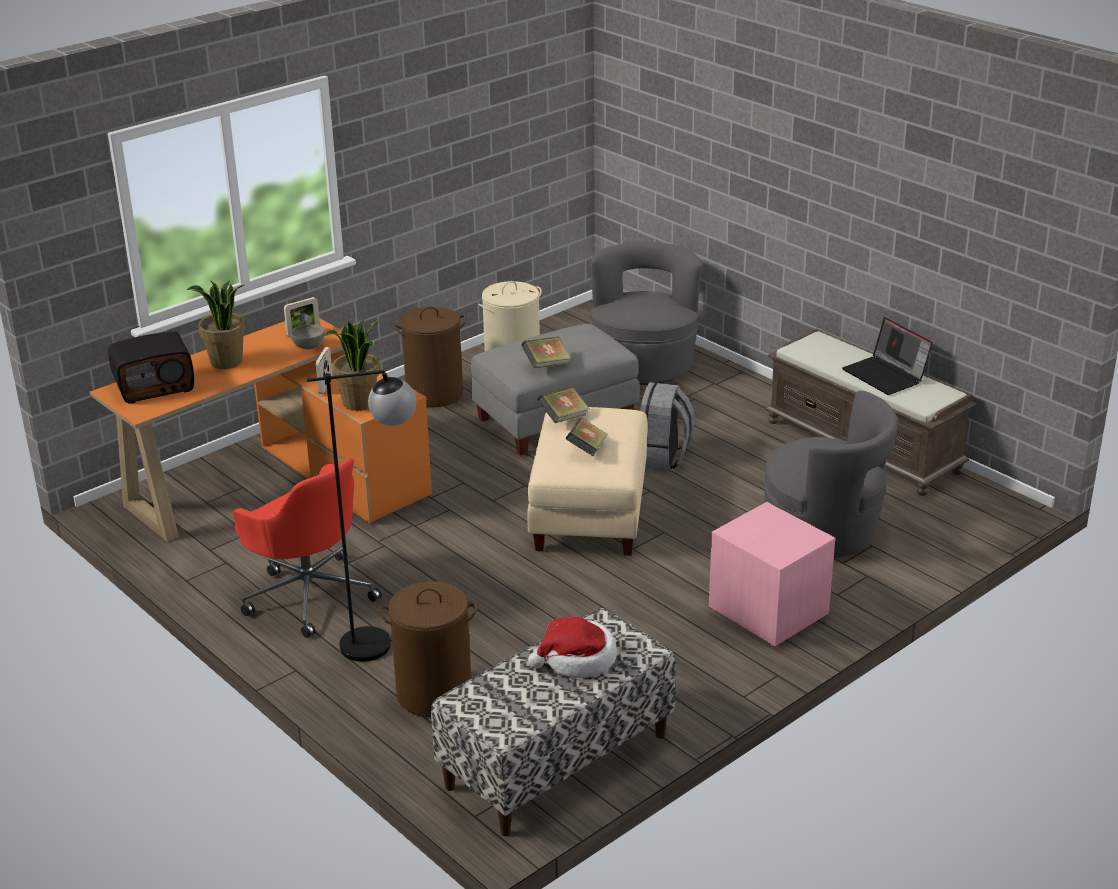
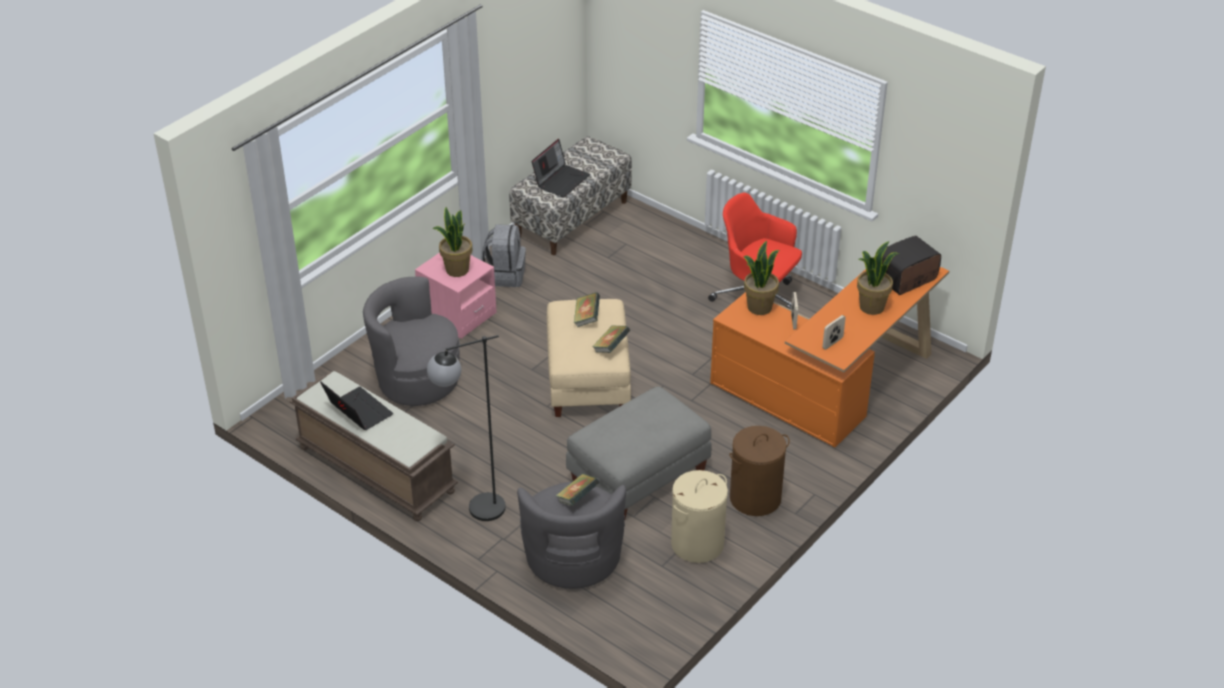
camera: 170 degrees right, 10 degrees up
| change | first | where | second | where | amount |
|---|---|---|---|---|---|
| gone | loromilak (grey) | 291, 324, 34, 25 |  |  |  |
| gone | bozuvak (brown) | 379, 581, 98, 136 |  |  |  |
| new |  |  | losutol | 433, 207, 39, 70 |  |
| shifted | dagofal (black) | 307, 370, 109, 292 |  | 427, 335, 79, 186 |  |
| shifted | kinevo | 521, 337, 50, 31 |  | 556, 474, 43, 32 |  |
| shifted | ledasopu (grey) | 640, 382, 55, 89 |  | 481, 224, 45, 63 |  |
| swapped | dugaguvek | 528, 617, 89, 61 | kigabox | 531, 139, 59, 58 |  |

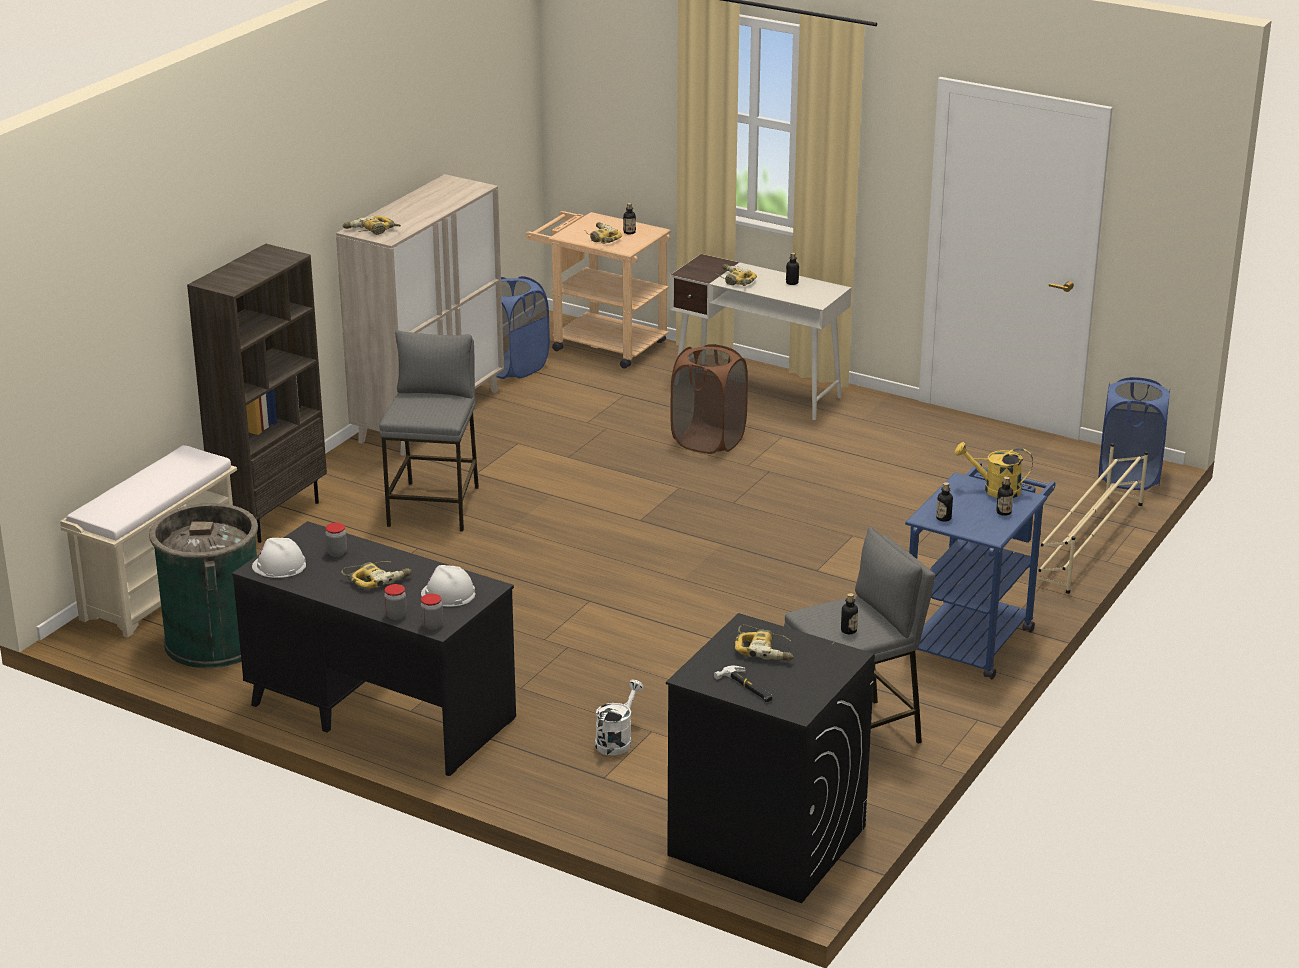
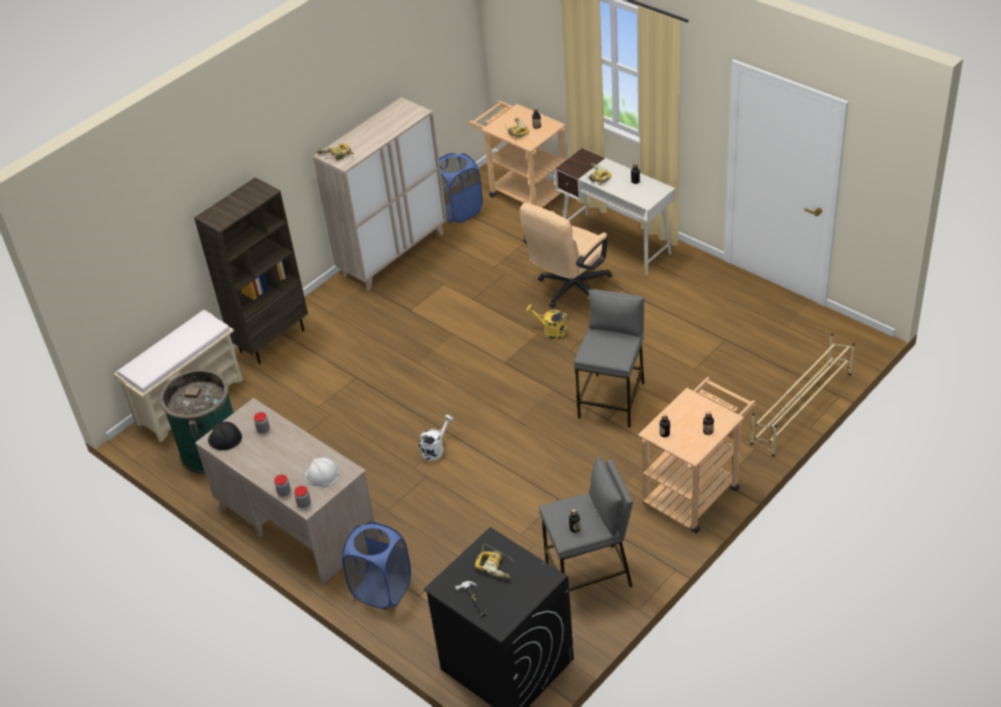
camera: 15 degrees right, 15 degrees up
| change | first | where | second | where | amount |
|---|---|---|---|---|---|
| gone | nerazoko | 341, 561, 71, 28 |  |  |  |
| shifted | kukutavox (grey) | 379, 330, 100, 202 |  | 574, 289, 70, 139 |  |
| shifted | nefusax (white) | 595, 680, 49, 75 |  | 418, 415, 35, 46 |  |
| shifted | nefusax (yellow) | 954, 442, 79, 56 |  | 526, 304, 43, 35 |  |
| shifted | bozuvak (blue) | 1098, 377, 72, 113 |  | 342, 522, 69, 87 |  |
| swapped | bozuvak (brown) | 671, 344, 77, 110 | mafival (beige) | 520, 203, 93, 105 |  |
| repainted | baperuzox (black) | 232, 521, 284, 255 | baperuzox (beige) | 195, 398, 180, 187 |  |
| repainted | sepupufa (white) | 252, 538, 54, 40 | sepupufa (black) | 208, 422, 34, 28 |  |
| repainted | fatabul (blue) | 905, 462, 151, 217 | fatabul (beige) | 638, 377, 118, 156 |  |

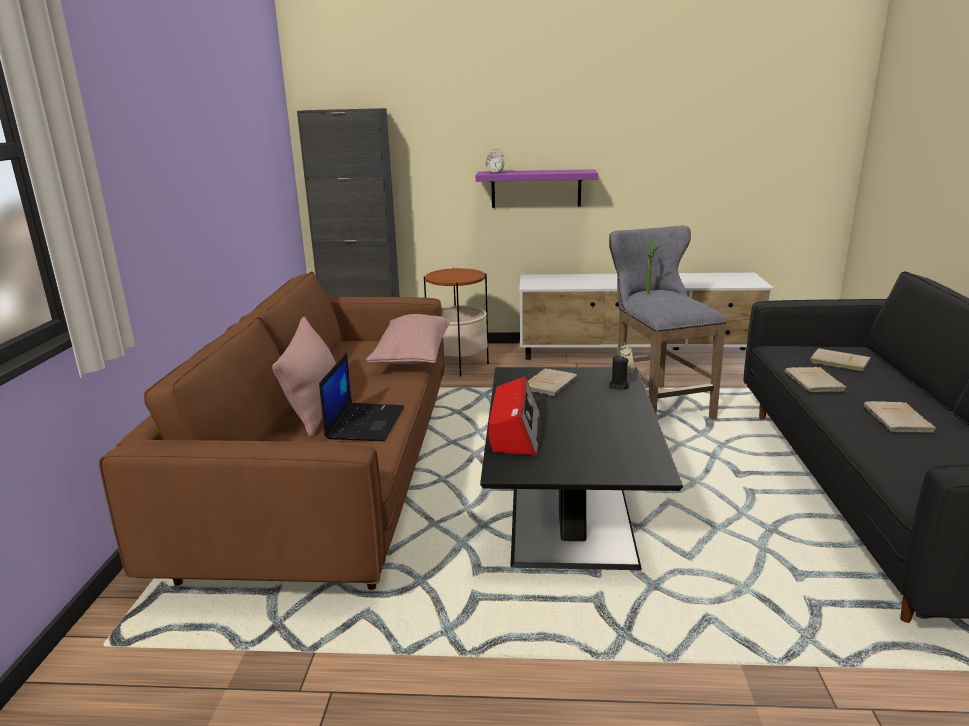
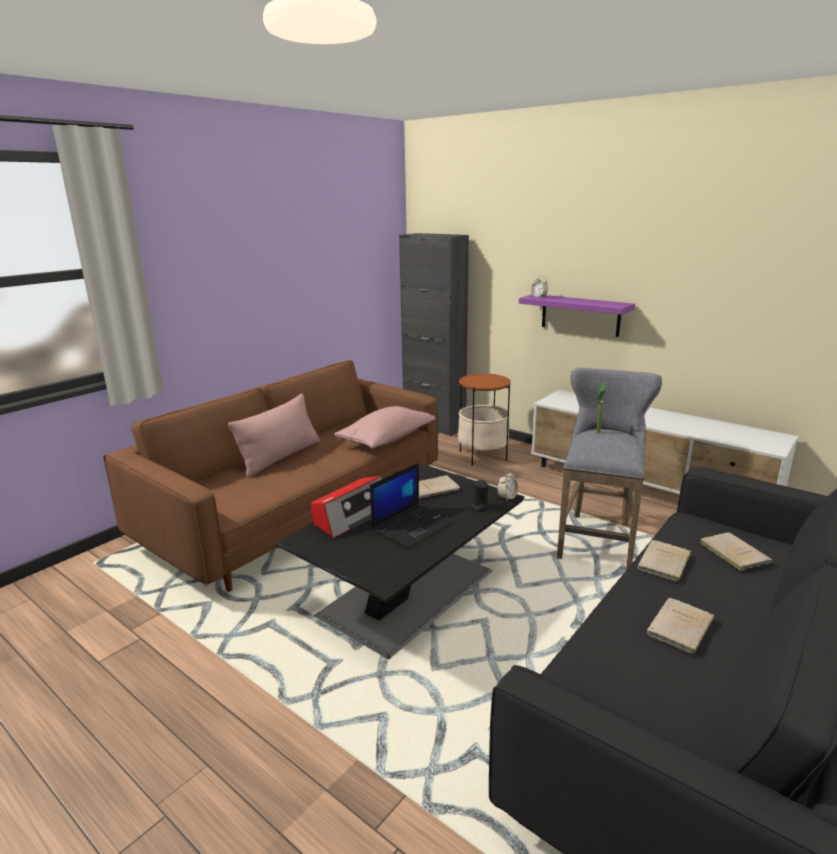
camera: 35 degrees right, 0 degrees up
| change | first | where | second | where | amount |
|---|---|---|---|---|---|
| shifted | kigabox | 319, 353, 85, 88 |  | 370, 463, 85, 86 |  |

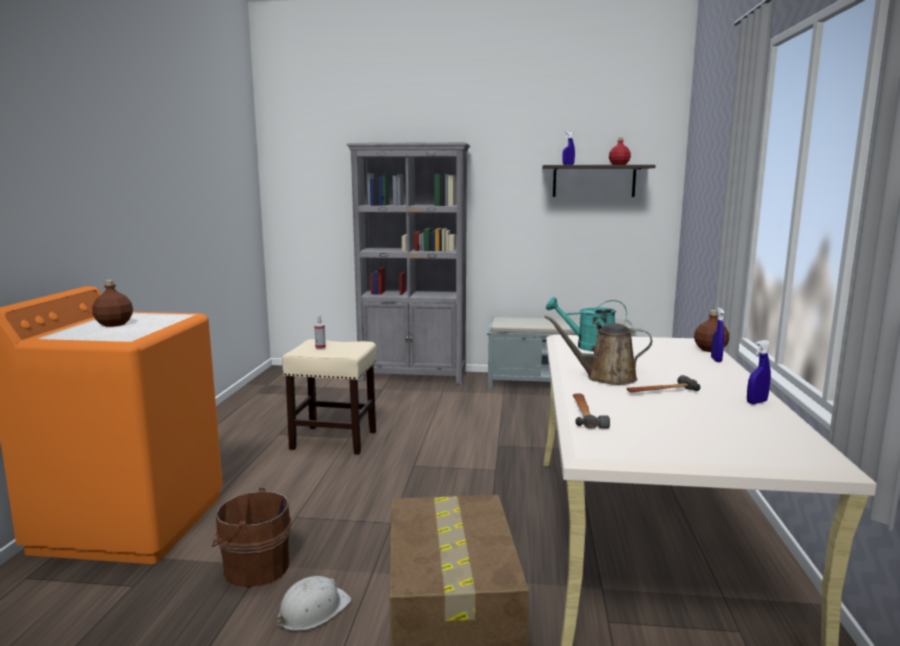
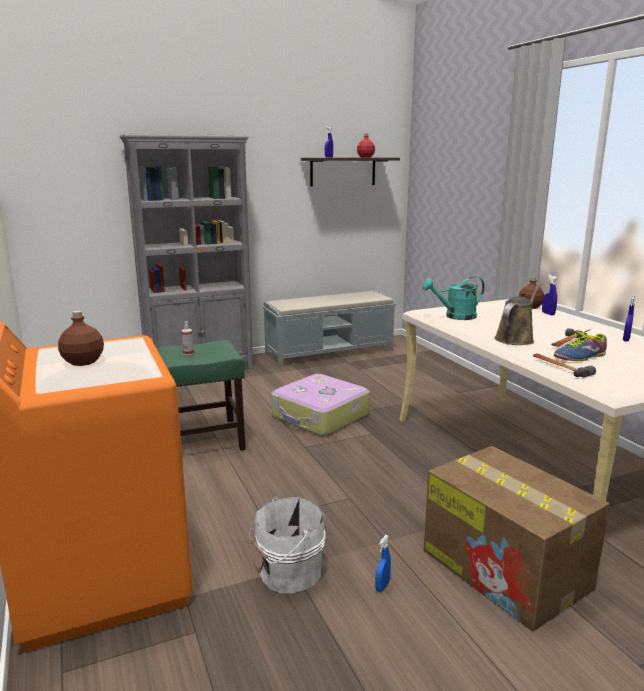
camera: 30 degrees left, 5 degrees up
| change | first | where | second | where | amount |
|---|---|---|---|---|---|
| new |  |  | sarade | 271, 374, 99, 62 |  |
| new |  |  | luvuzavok | 554, 329, 53, 32 |  |
| swapped | sepupufa (white) | 277, 576, 74, 55 | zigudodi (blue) | 375, 535, 16, 57 |  |
| repainted | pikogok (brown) | 212, 488, 79, 99 | pikogok (white) | 249, 496, 76, 97 |  |
| repainted | kukutavox (beige) | 282, 339, 94, 116 | kukutavox (green) | 157, 340, 89, 110 |  |
| rotated | nefusax (brown) | 545, 315, 107, 70 |  | 494, 283, 47, 62 | 150 degrees clockwise |

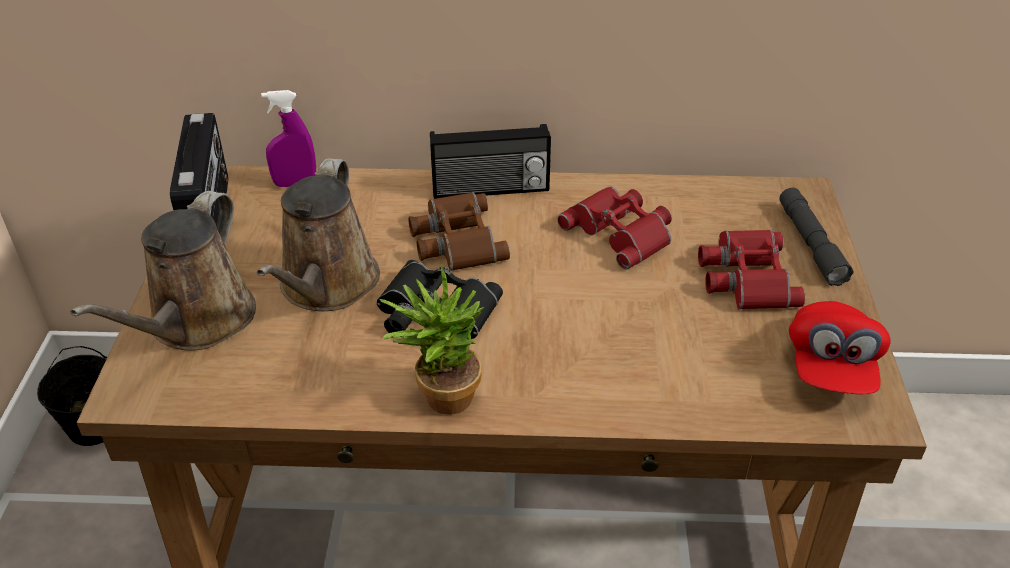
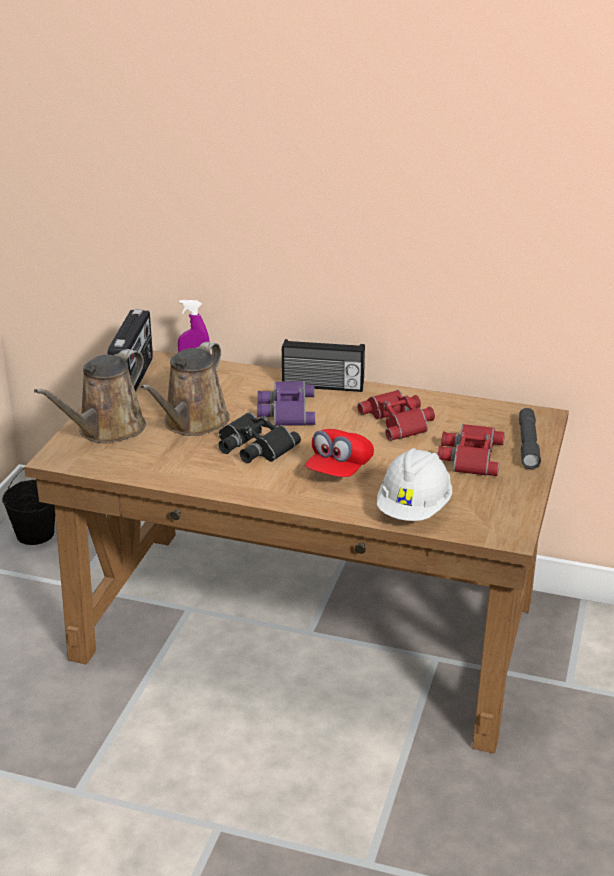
camera: 15 degrees right, 10 degrees down
| change | first | where | second | where | amount |
|---|---|---|---|---|---|
| gone | losutol | 380, 263, 104, 152 |  |  |  |
| new |  |  | sepupufa (white) | 377, 448, 75, 73 |  |
| shifted | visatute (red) | 789, 301, 102, 94 |  | 305, 429, 69, 48 |  |
| repainted | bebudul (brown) | 408, 192, 102, 79 | bebudul (purple) | 257, 381, 59, 45 |  |

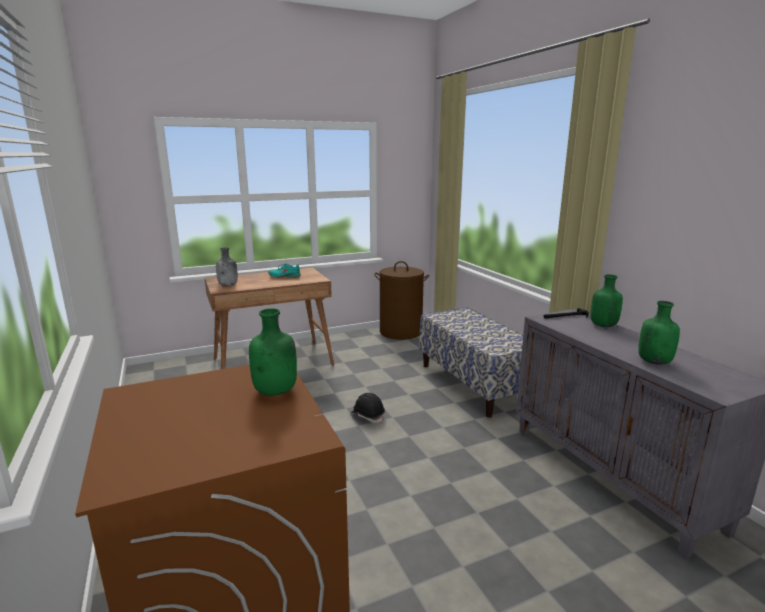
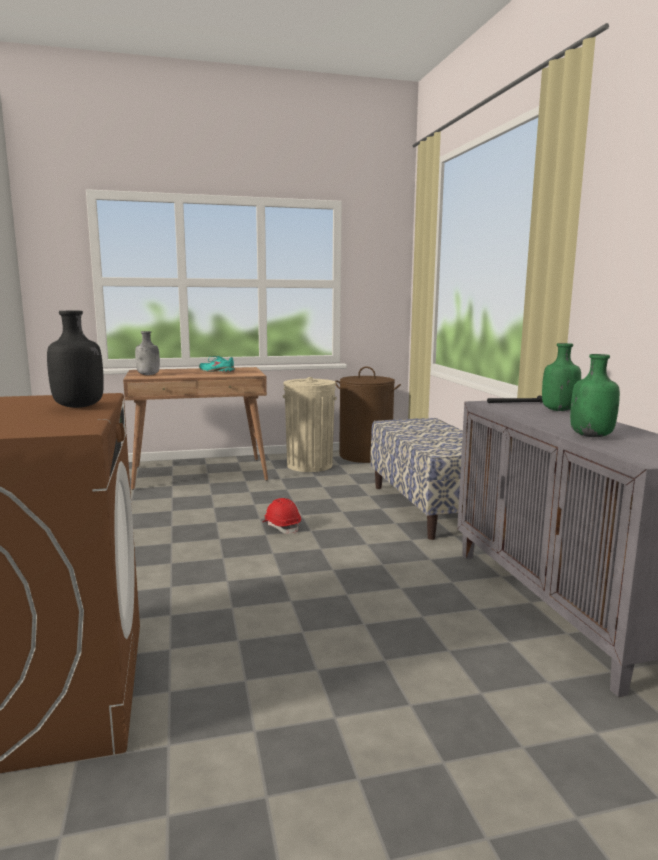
camera: 10 degrees right, 5 degrees down
| change | first | where | second | where | amount |
|---|---|---|---|---|---|
| new |  |  | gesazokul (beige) | 283, 377, 54, 95 |  |
| repainted | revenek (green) | 249, 308, 48, 87 | revenek (black) | 47, 311, 57, 97 |  |
| repainted | sepupufa (black) | 351, 393, 34, 30 | sepupufa (red) | 262, 498, 39, 36 |  |

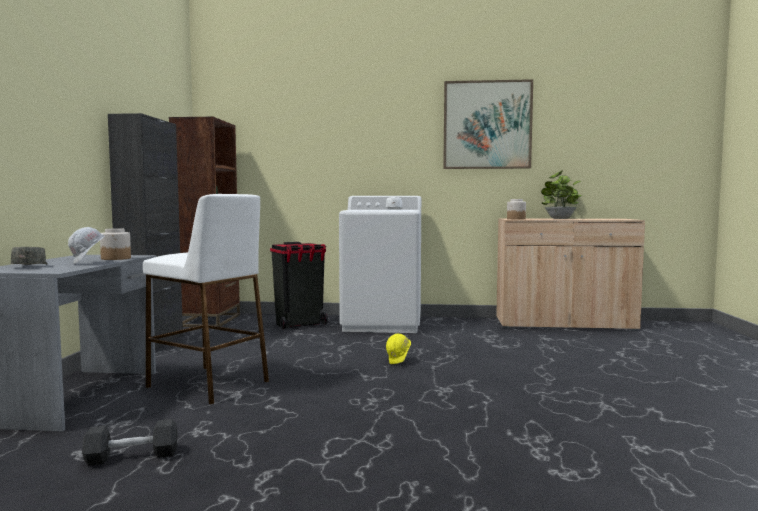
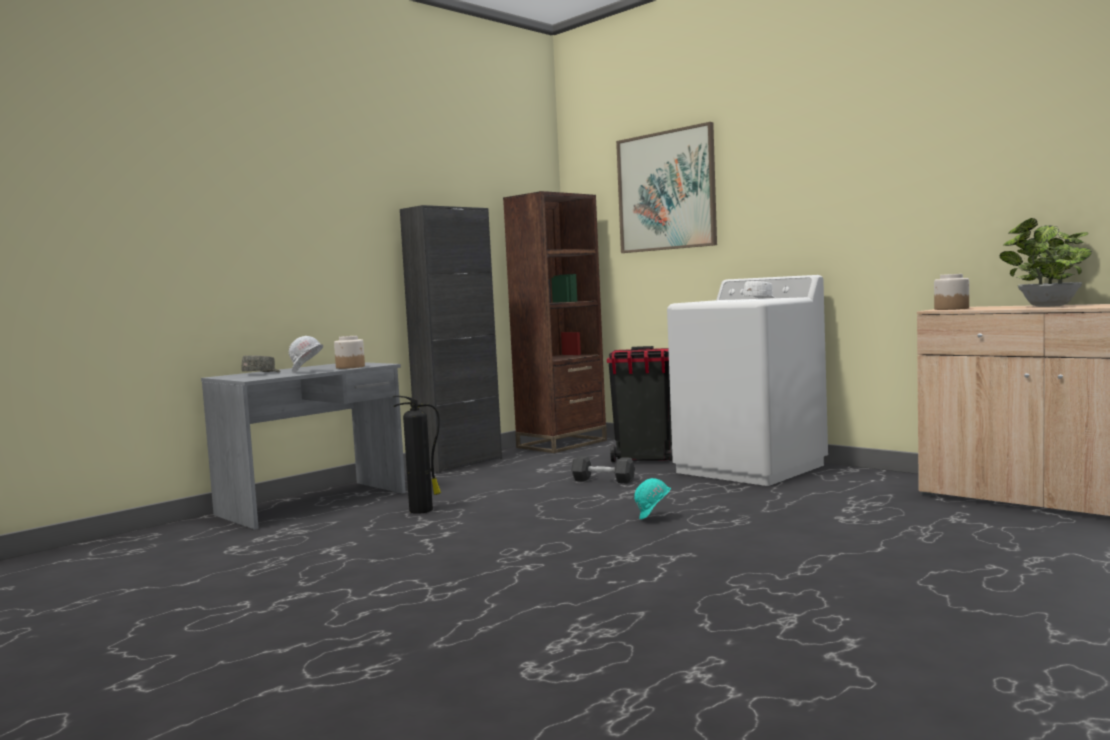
camera: 40 degrees right, 0 degrees up
| change | first | where | second | where | amount |
|---|---|---|---|---|---|
| shifted | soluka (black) | 82, 419, 95, 47 |  | 571, 456, 64, 27 |  |
| shifted | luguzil | 443, 79, 90, 90 |  | 616, 122, 101, 131 |  |
| swapped | kukutavox (white) | 143, 194, 126, 210 | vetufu | 393, 395, 48, 119 |  |
| repainted | sepupufa (yellow) | 386, 334, 25, 30 | sepupufa (turquoise) | 634, 478, 37, 41 |  |

